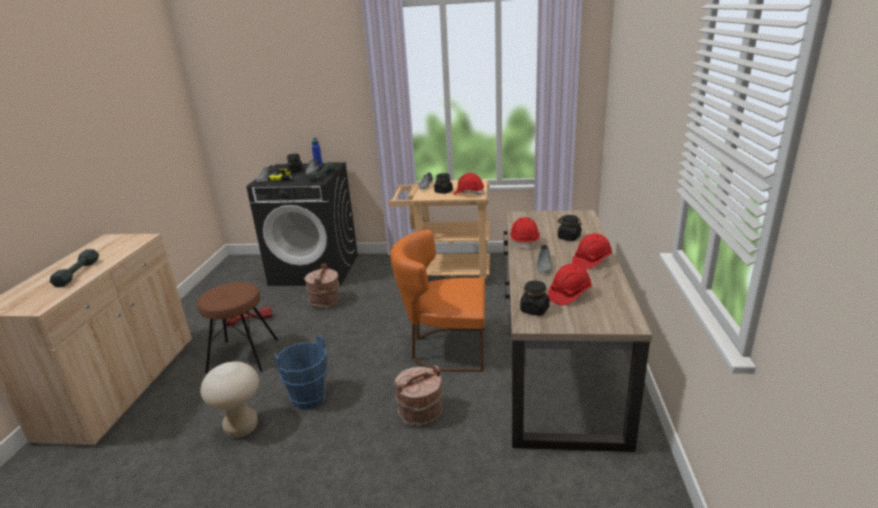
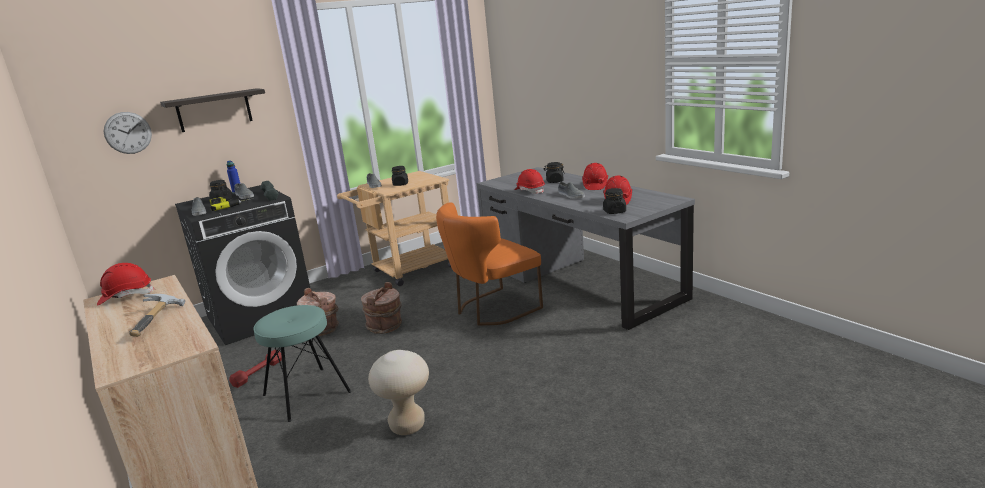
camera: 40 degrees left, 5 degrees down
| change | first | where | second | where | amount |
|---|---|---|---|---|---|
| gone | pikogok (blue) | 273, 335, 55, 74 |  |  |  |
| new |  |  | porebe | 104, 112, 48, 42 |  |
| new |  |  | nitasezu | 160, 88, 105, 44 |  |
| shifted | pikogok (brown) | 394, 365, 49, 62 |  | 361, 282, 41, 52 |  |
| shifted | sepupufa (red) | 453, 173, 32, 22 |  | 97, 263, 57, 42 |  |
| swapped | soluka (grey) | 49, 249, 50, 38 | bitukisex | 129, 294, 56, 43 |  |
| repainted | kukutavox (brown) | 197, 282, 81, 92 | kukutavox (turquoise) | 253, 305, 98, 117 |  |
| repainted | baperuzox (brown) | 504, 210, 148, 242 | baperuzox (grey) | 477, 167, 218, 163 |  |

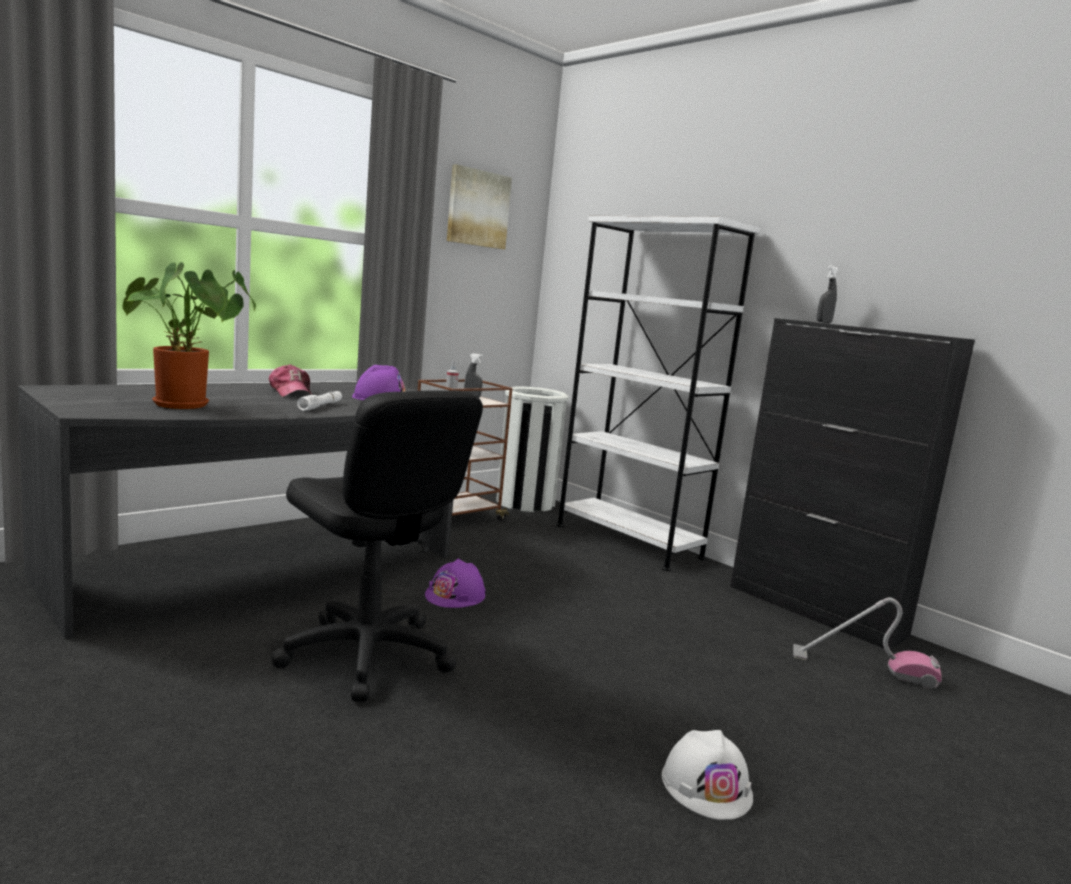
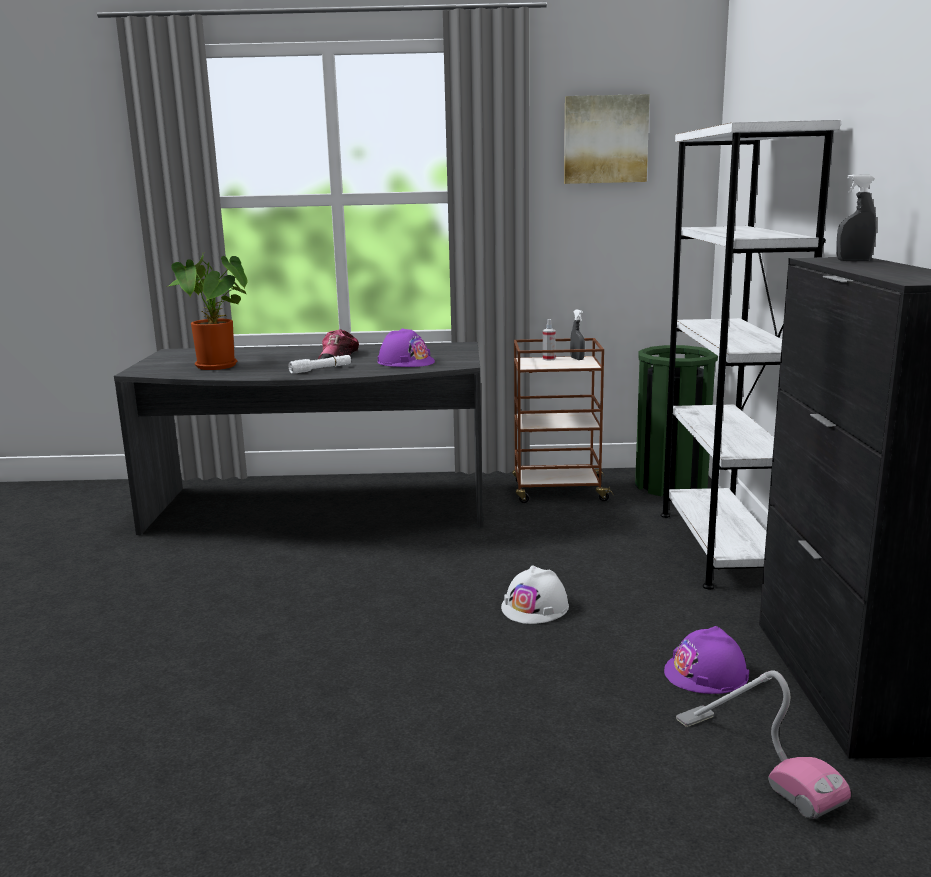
camera: 45 degrees right, 5 degrees up
| change | first | where | second | where | amount |
|---|---|---|---|---|---|
| gone | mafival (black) | 271, 390, 212, 311 |  |  |  |
| shifted | sepupufa (purple) | 425, 559, 60, 49 |  | 664, 626, 85, 68 |  |
| shifted | sepupufa (white) | 662, 730, 91, 90 |  | 501, 565, 68, 59 |  |
| repainted | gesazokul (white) | 497, 386, 72, 126 | gesazokul (green) | 635, 345, 83, 151 |  |

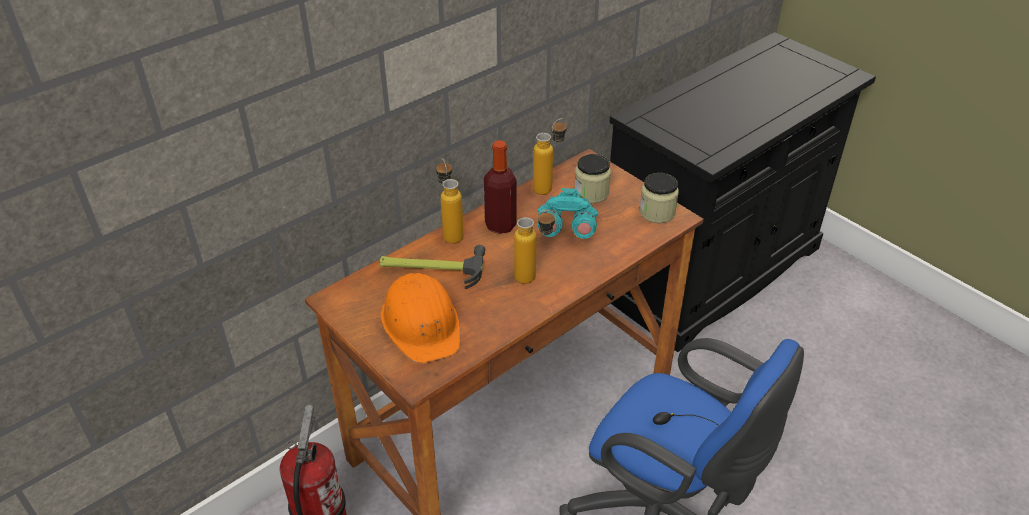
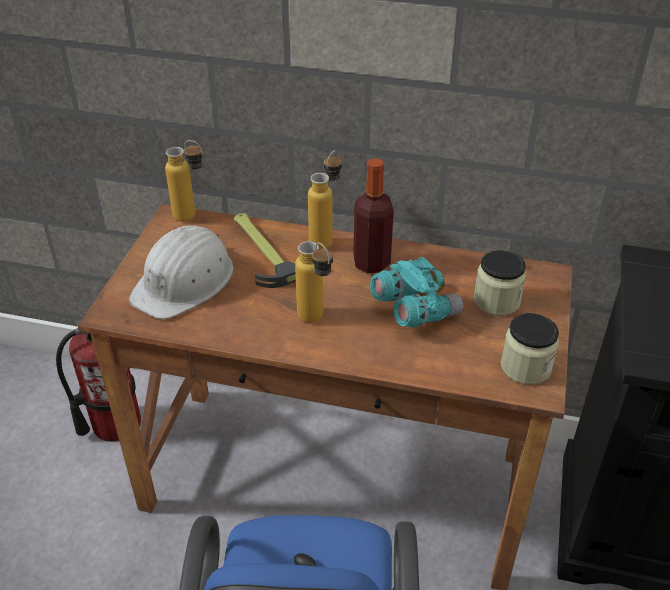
camera: 55 degrees right, 0 degrees up
| change | first | where | second | where | amount |
|---|---|---|---|---|---|
| shifted | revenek | 533, 118, 34, 77 |  | 165, 140, 38, 82 |  |
| repainted | sepupufa (orange) | 381, 273, 79, 90 | sepupufa (white) | 129, 225, 105, 94 |  |

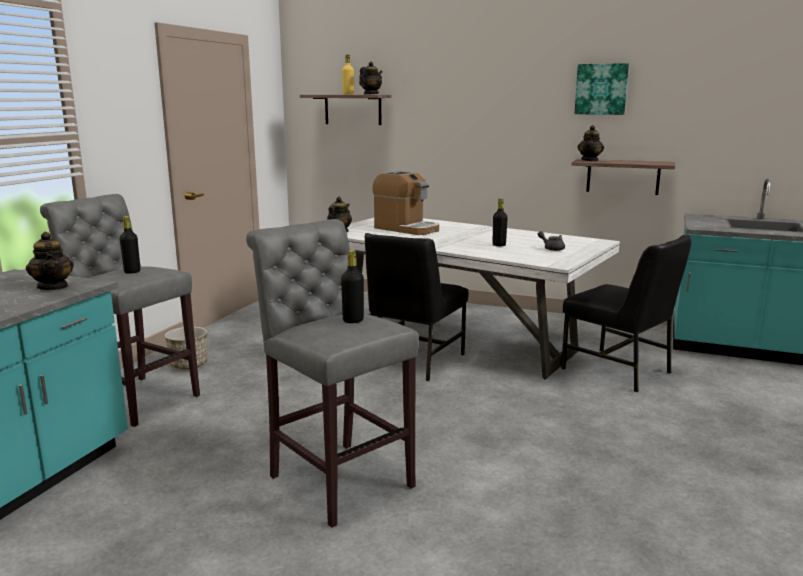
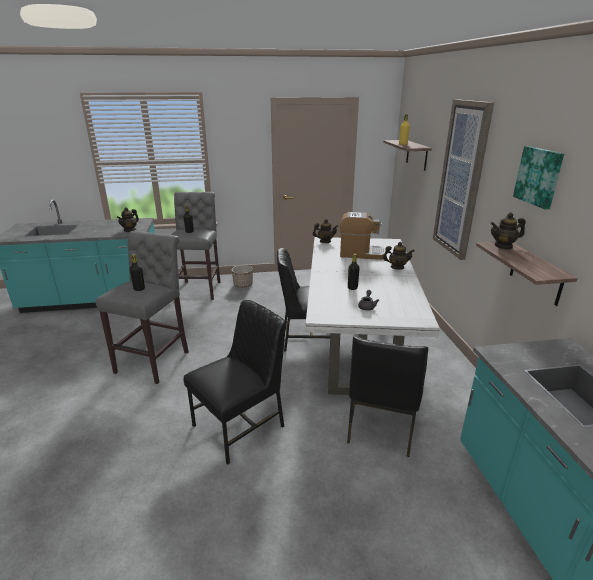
camera: 60 degrees right, 10 degrees up
| change | first | where | second | where | amount |
|---|---|---|---|---|---|
| new |  |  | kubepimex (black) | 184, 300, 101, 165 |  |
| new |  |  | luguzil | 433, 99, 61, 161 |  |
| shifted | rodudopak | 359, 62, 23, 32 |  | 383, 242, 31, 28 |  |
| rotated | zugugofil | 372, 171, 67, 64 |  | 340, 212, 46, 48 | 90 degrees counterclockwise |

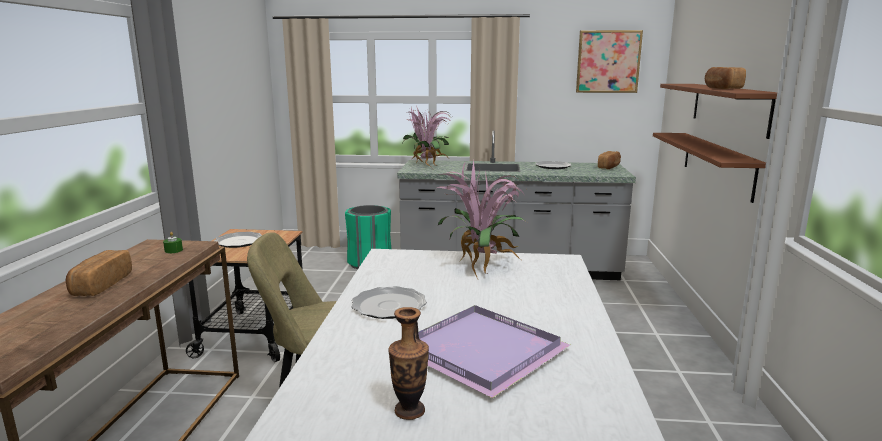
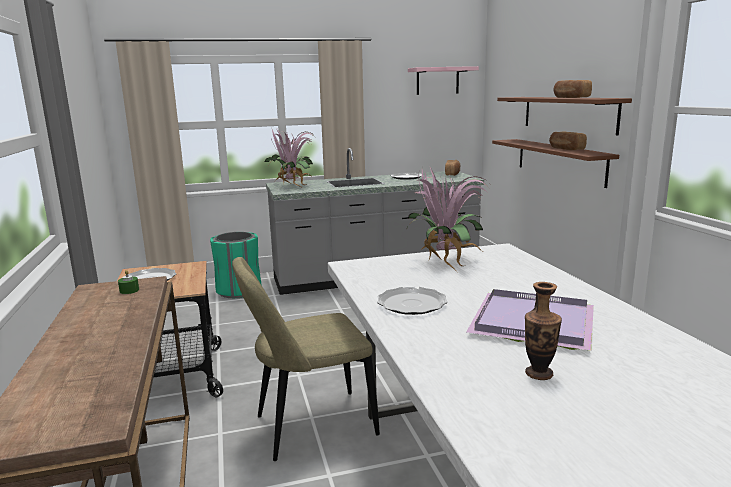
camera: 20 degrees left, 0 degrees up
| change | first | where | second | where | amount |
|---|---|---|---|---|---|
| shifted | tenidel | 66, 250, 66, 46 |  | 549, 131, 38, 19 |  |
| swapped | luguzil | 576, 30, 67, 63 | nitasezu (pink) | 408, 66, 71, 29 |  |

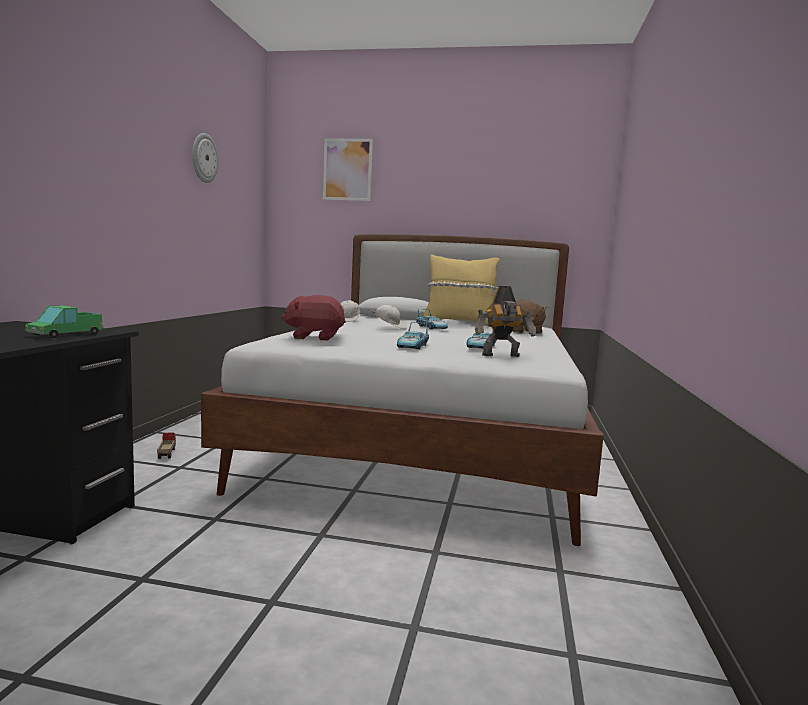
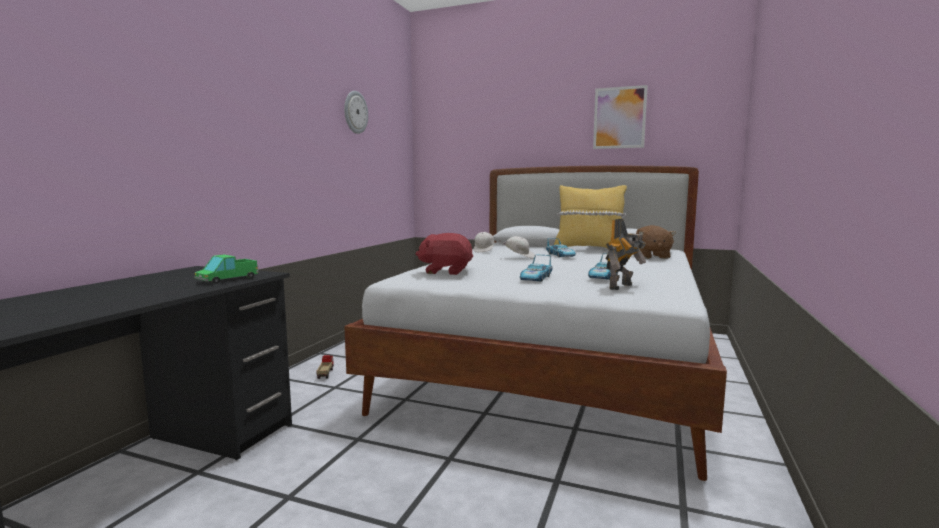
camera: 10 degrees right, 0 degrees up
| change | first | where | second | where | amount |
|---|---|---|---|---|---|
| shifted | luguzil | 323, 138, 50, 63 |  | 593, 85, 55, 64 |  |
| rotated | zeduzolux | 475, 286, 61, 71 |  | 606, 219, 40, 71 | 45 degrees counterclockwise |

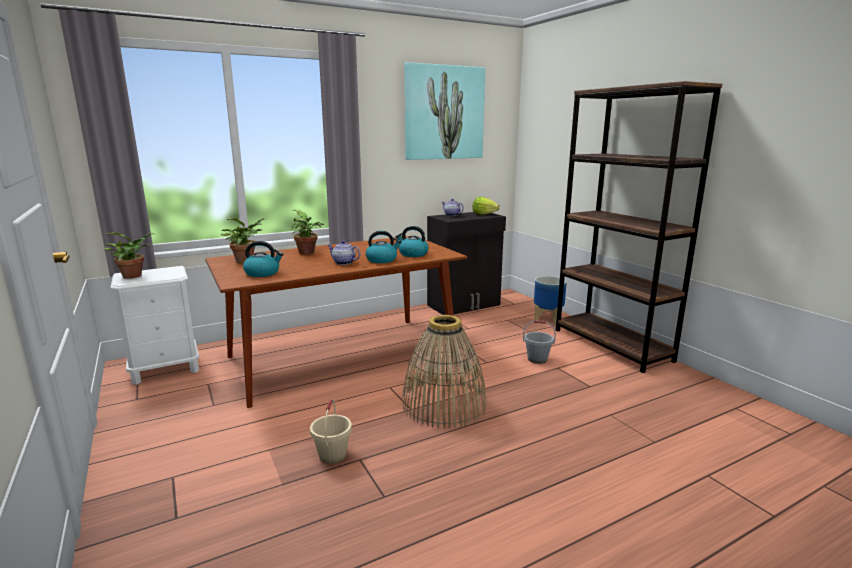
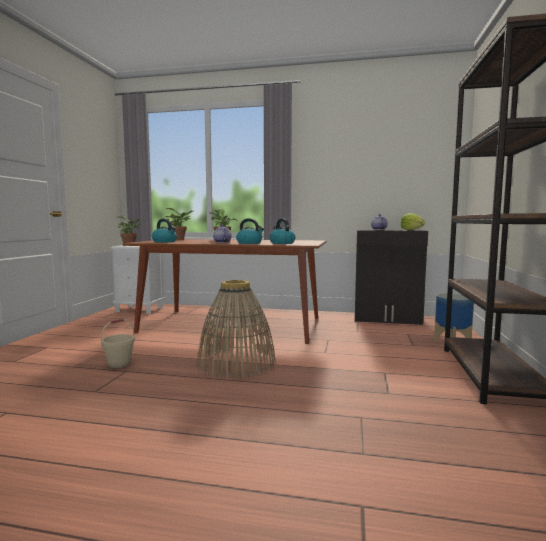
camera: 40 degrees right, 10 degrees down
| change | first | where | second | where | amount |
|---|---|---|---|---|---|
| gone | luguzil | 405, 62, 80, 98 |  |  |  |
| gone | pikogok (grey) | 523, 320, 33, 44 |  |  |  |

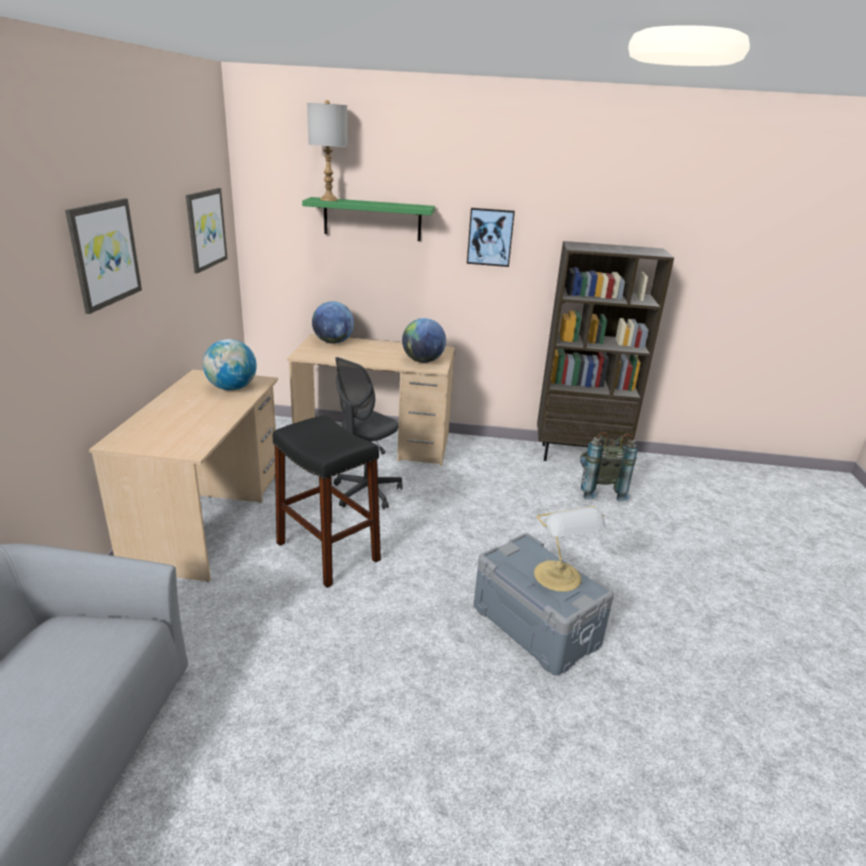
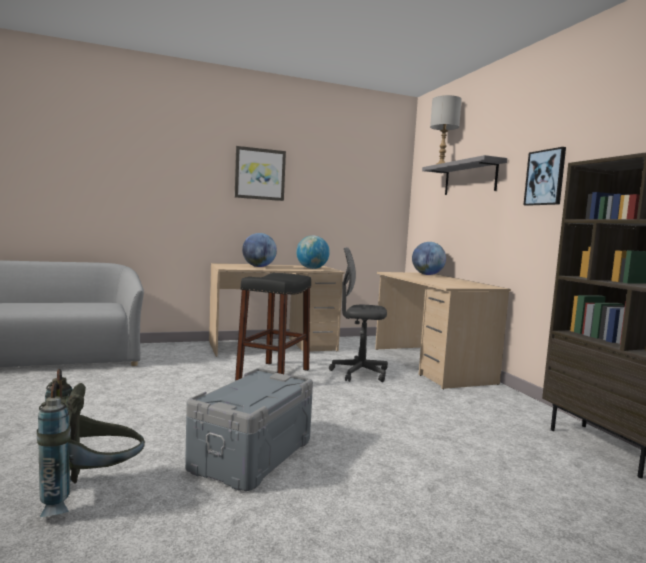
camera: 65 degrees right, 20 degrees down
| change | first | where | second | where | amount |
|---|---|---|---|---|---|
| gone | luguzil | 186, 188, 42, 85 |  |  |  |
| gone | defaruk | 534, 506, 72, 86 |  |  |  |
| shifted | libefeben | 402, 318, 44, 45 |  | 242, 233, 35, 34 |  |
| shifted | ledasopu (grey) | 580, 432, 58, 70 |  | 37, 369, 108, 148 |  |
| repainted | nitasezu (green) | 302, 197, 133, 44 | nitasezu (grey) | 422, 155, 85, 40 |  |

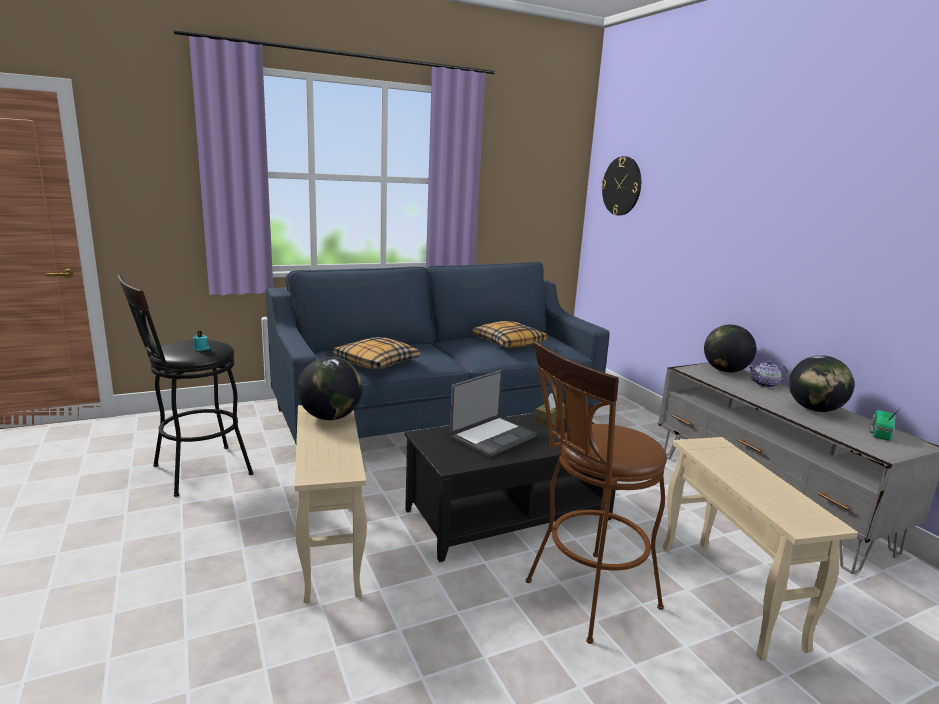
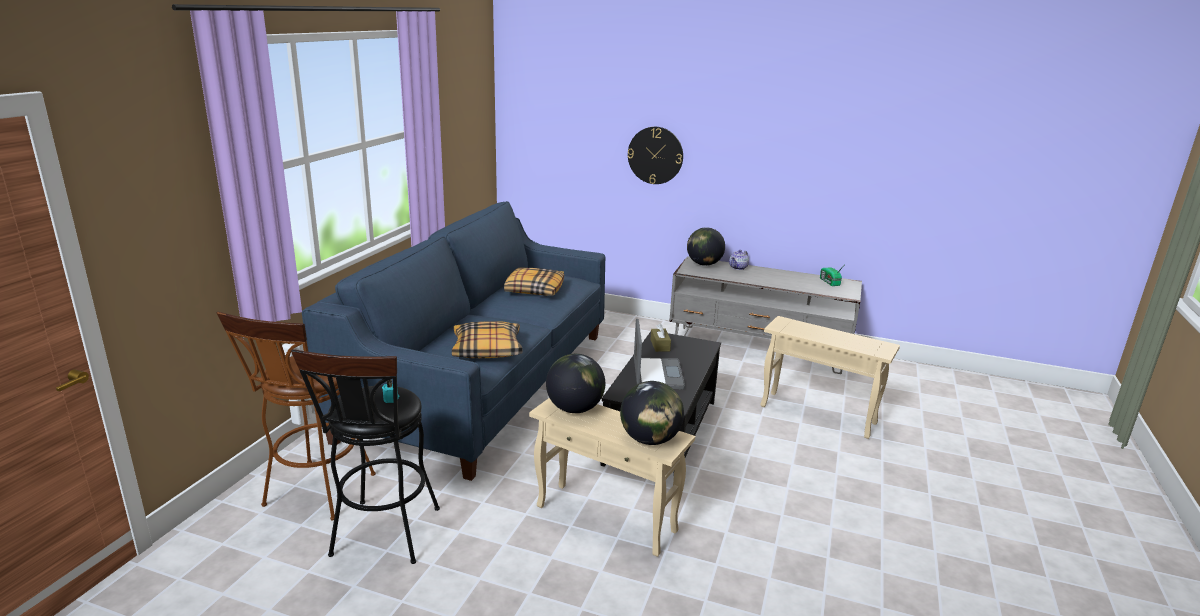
camera: 45 degrees left, 5 degrees up
| change | first | where | second | where | amount |
|---|---|---|---|---|---|
| shifted | kukutavox (brown) | 526, 341, 141, 303 |  | 217, 312, 159, 208 |  |
| shifted | porebe | 601, 156, 40, 59 |  | 628, 127, 55, 57 |  |
| shifted | libefeben | 789, 355, 65, 57 |  | 620, 381, 64, 64 |  |

